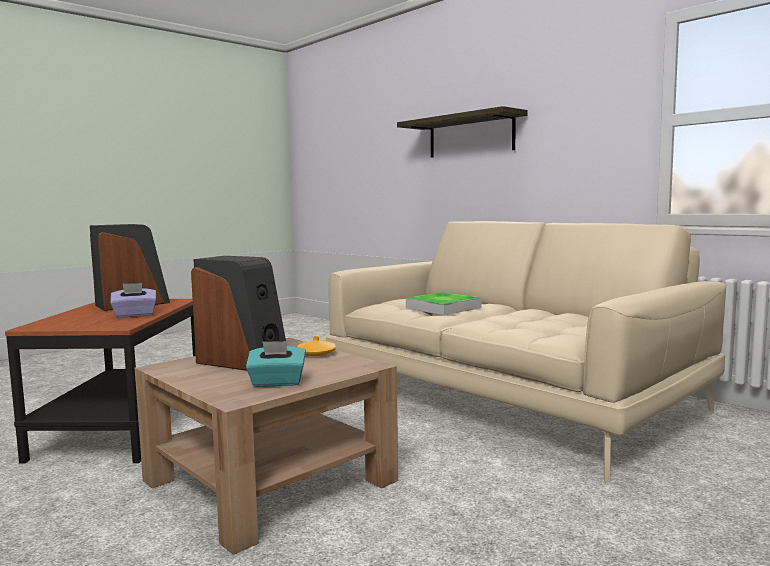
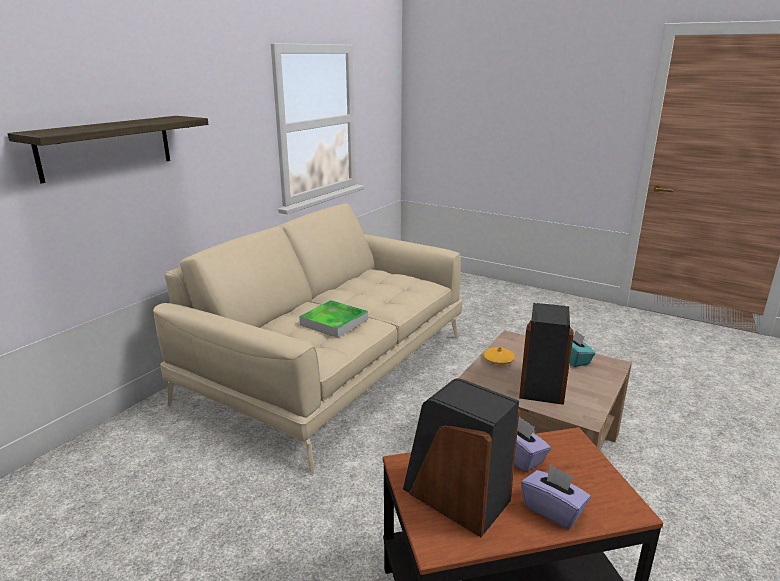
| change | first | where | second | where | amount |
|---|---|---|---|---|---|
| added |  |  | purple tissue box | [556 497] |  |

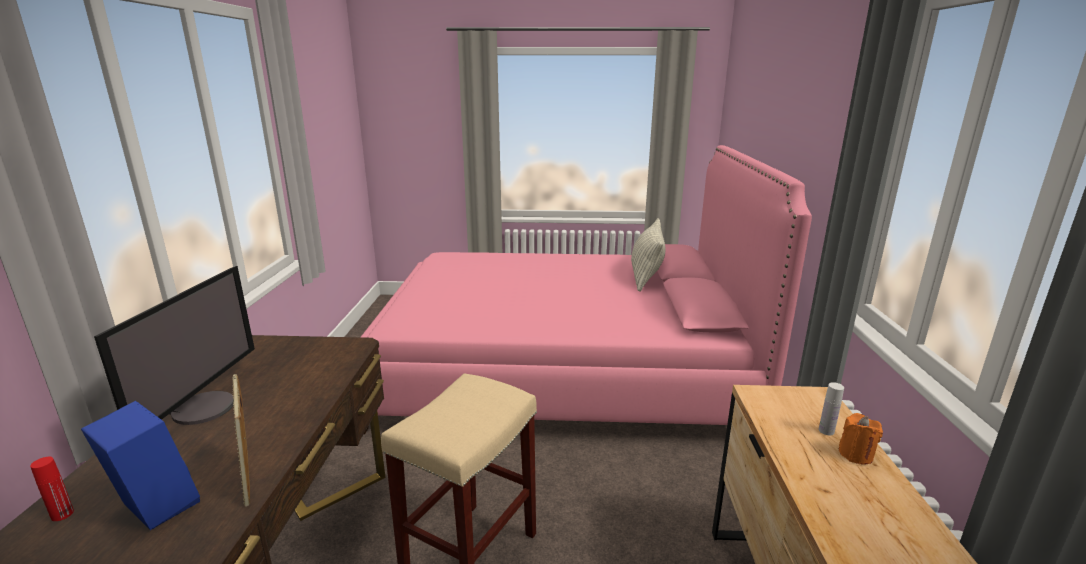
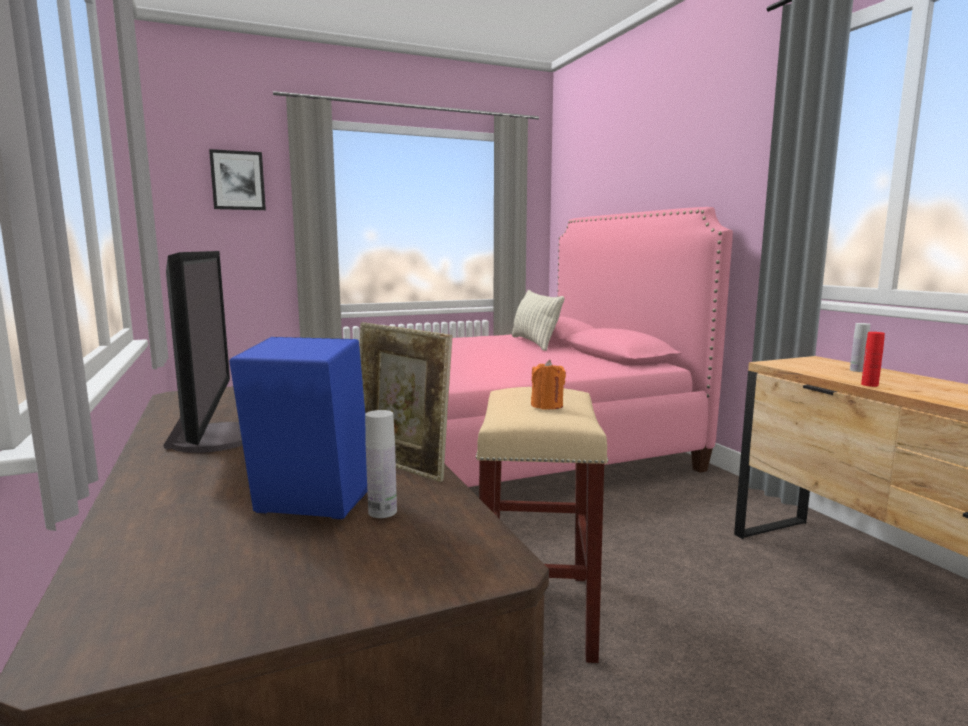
| change | first | where | second | where | amount |
|---|---|---|---|---|---|
| added |  |  | picture | [237 179] |  |
| added |  |  | white bottle | [381 464] |  |
| moved | orange candle | [861 439] |  | [548 384] |  |
| moved | red bottle | [52 489] |  | [873 359] |  |

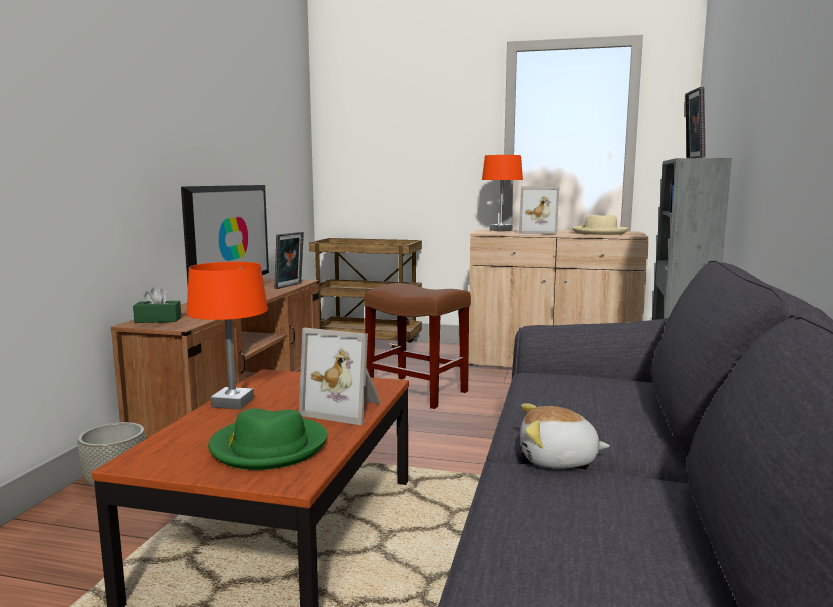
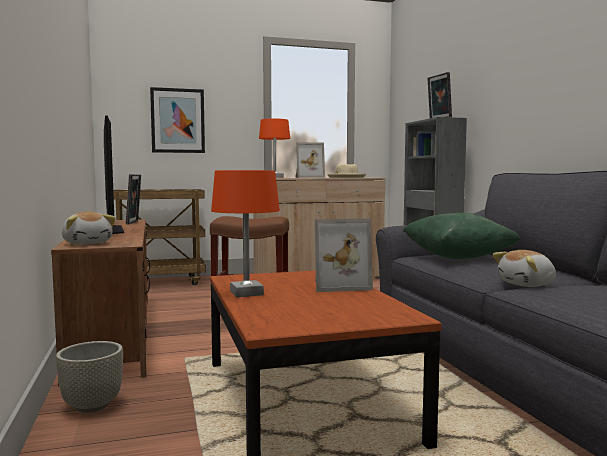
| change | first | where | second | where | amount |
|---|---|---|---|---|---|
| replaced | green tissue box | [157 304] | plush toy | [89 228] |  |
| added |  |  | picture | [177 120] |  |
| added |  |  | green pillow | [461 236] |  |
| removed | green hat | [268 439] |  |  |  |

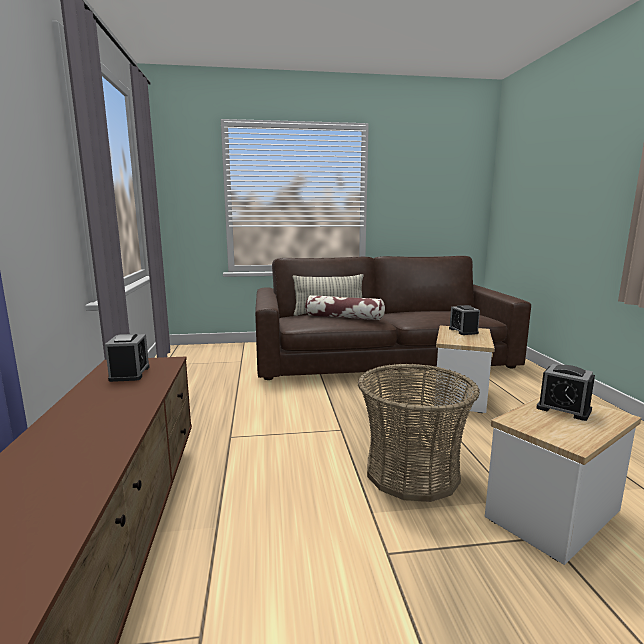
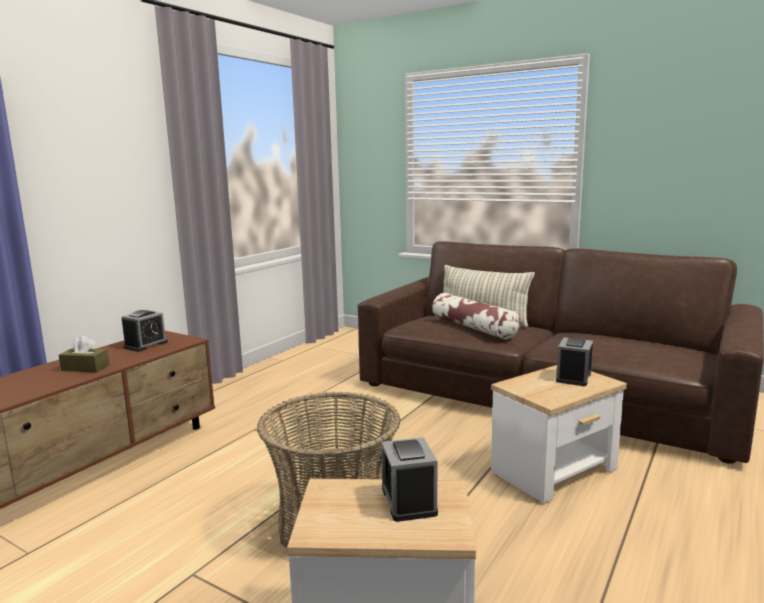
| change | first | where | second | where | amount |
|---|---|---|---|---|---|
| added |  |  | brown tissue box | [84 353] |  |

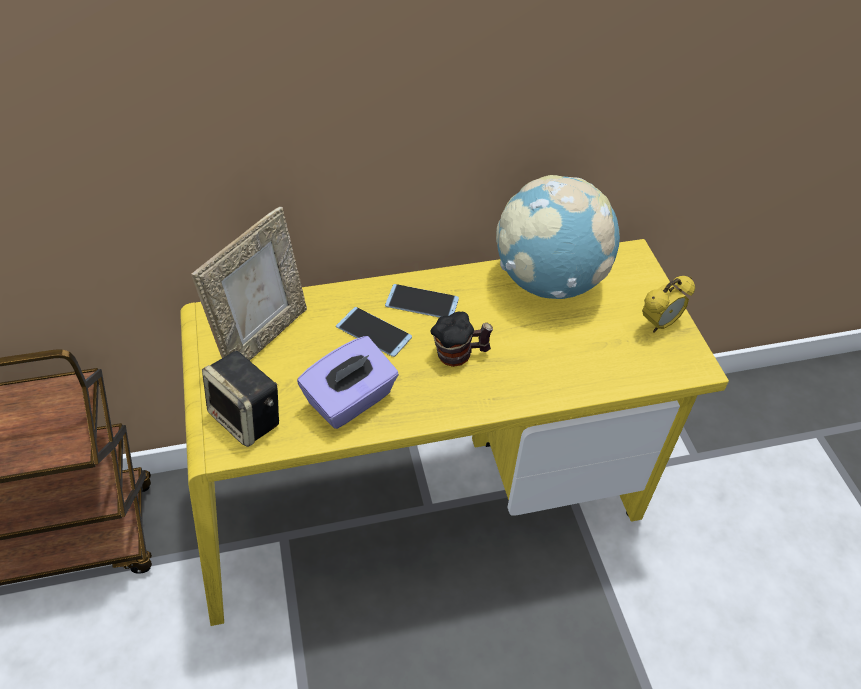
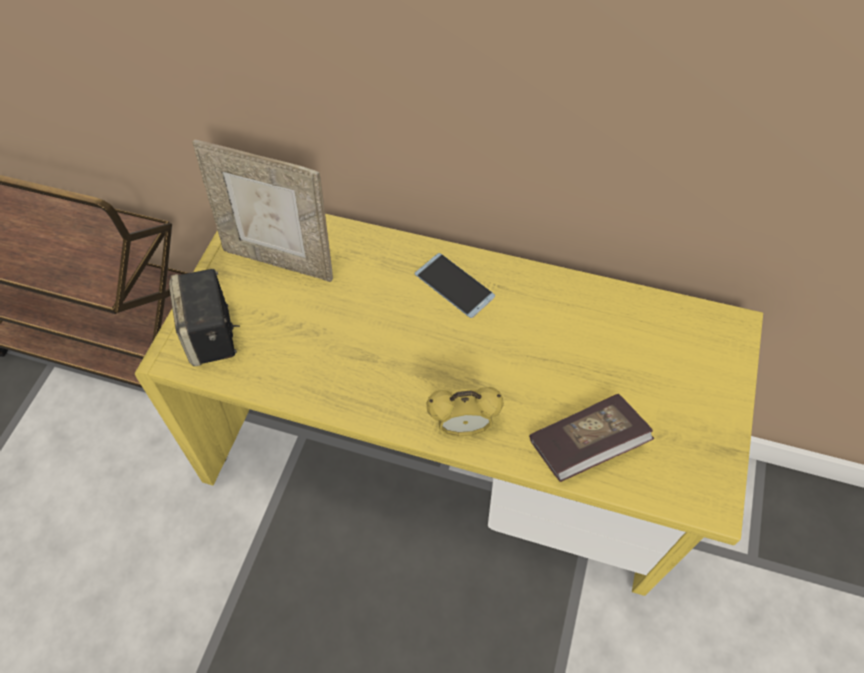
| change | first | where | second | where | amount |
|---|---|---|---|---|---|
| turned | picture frame | [249 284] |  | [262 210] | 45 degrees clockwise |
| moved | alarm clock | [668 304] |  | [465 412] |  |
| added |  |  | book | [592 438] |  |
| removed | purple tissue box | [348 382] |  |  |  |
| removed | phone | [374 332] |  |  |  |
| removed | mug | [461 339] |  |  |  |
| removed | globe | [558 237] |  |  |  |

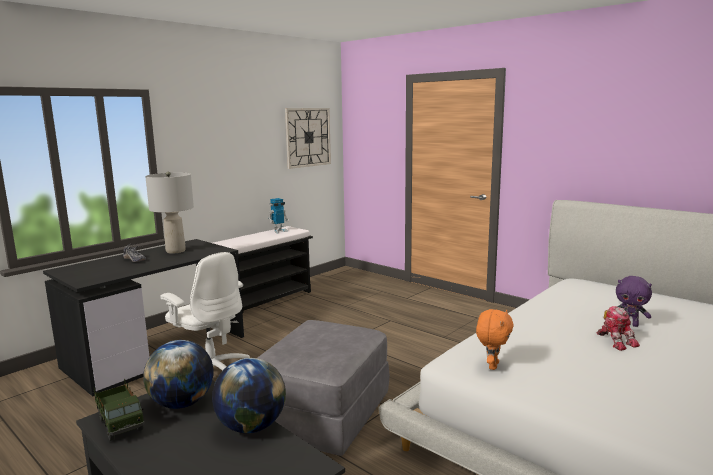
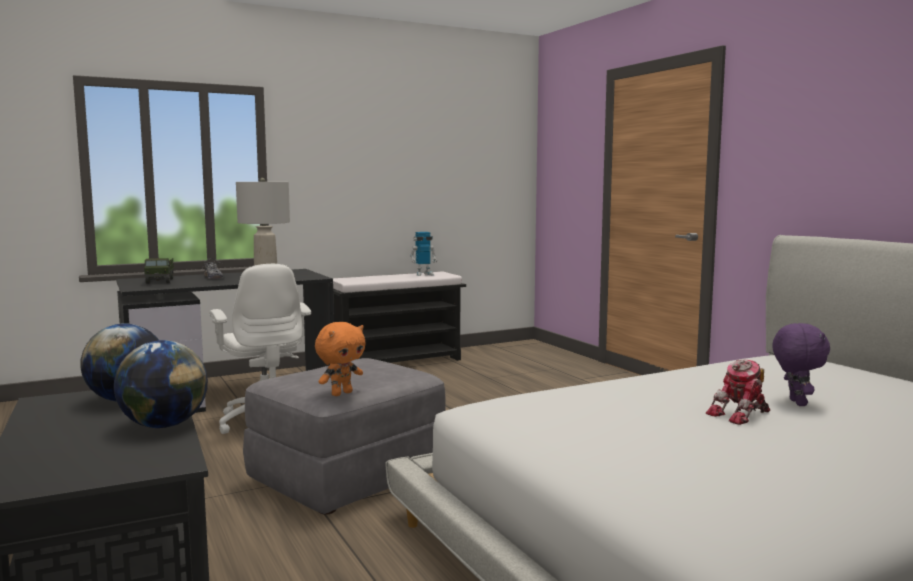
| change | first | where | second | where | amount |
|---|---|---|---|---|---|
| moved | toy truck | [119 410] |  | [159 271] |  |
| moved | orange plush toy | [495 339] |  | [340 359] |  |
| turned | toy robot | [618 328] |  | [738 392] | 60 degrees clockwise |
| turned | purple plush toy | [634 301] |  | [801 364] | 135 degrees counterclockwise |
| removed | wall clock | [308 138] |  |  |  |

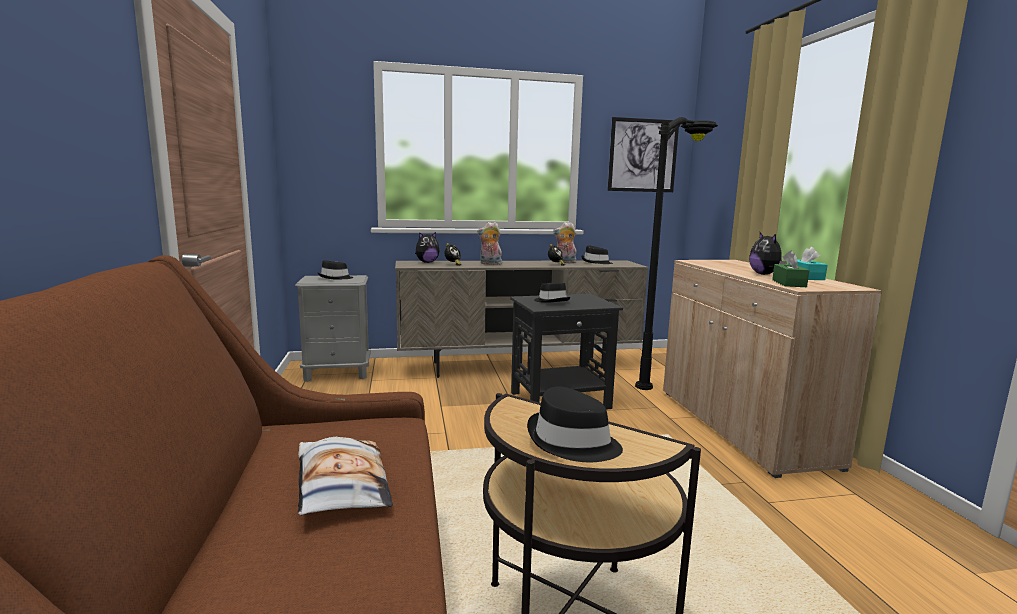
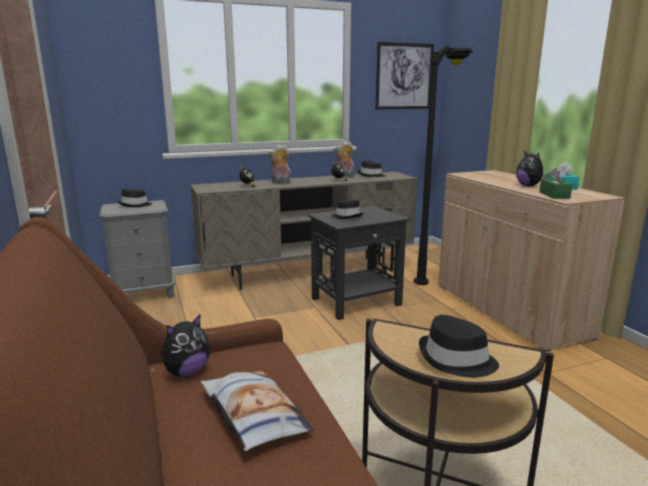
| change | first | where | second | where | amount |
|---|---|---|---|---|---|
| moved | plush toy | [427 247] |  | [185 346] |  |

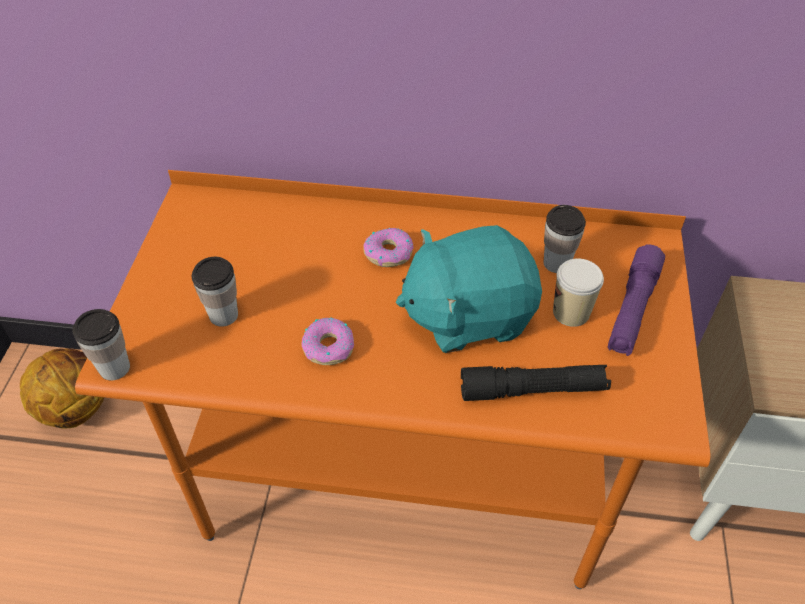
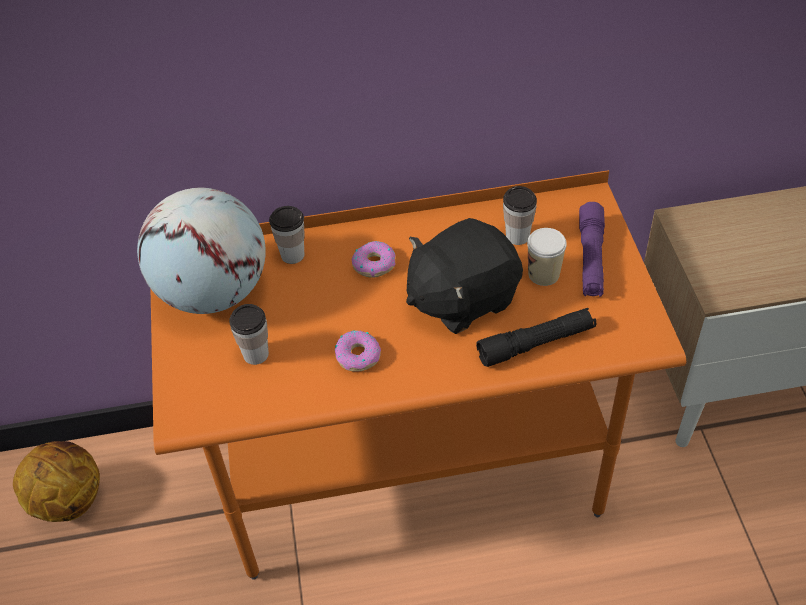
| change | first | where | second | where | amount |
|---|---|---|---|---|---|
| added |  |  | globe | [201 251] |  |
| moved | cup | [101 344] |  | [287 235] |  |
| recoloured | turquoise plush toy | [469 289] | black plush toy | [464 276] |  |

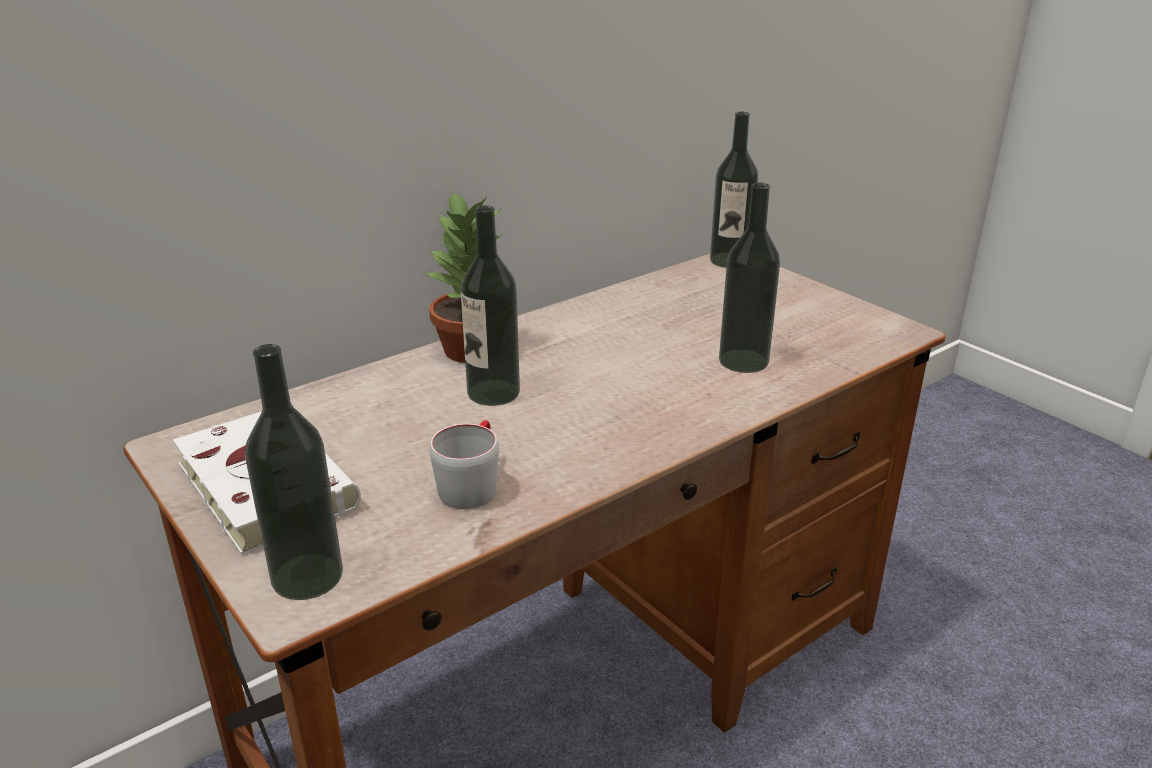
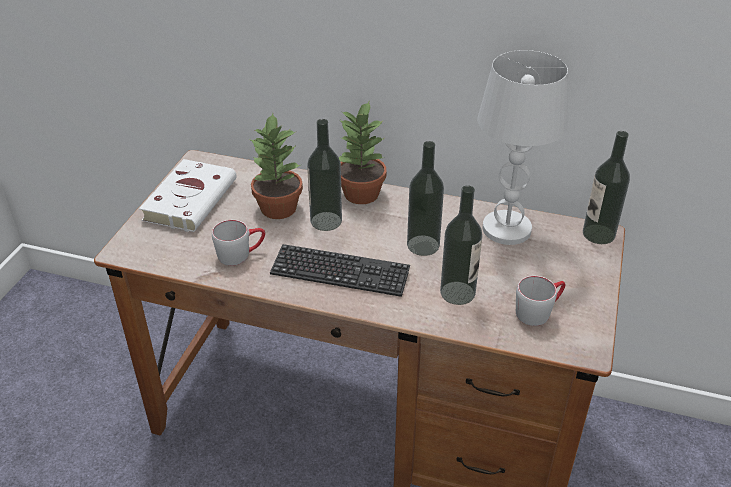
| change | first | where | second | where | amount |
|---|---|---|---|---|---|
| added |  |  | potted plant | [277 166] |  |
| added |  |  | keyboard | [340 270] |  |
| moved | bottle | [294 472] |  | [425 198] |  |
| added |  |  | white table lamp | [523 147] |  |
| added |  |  | grey mug | [540 301] |  |

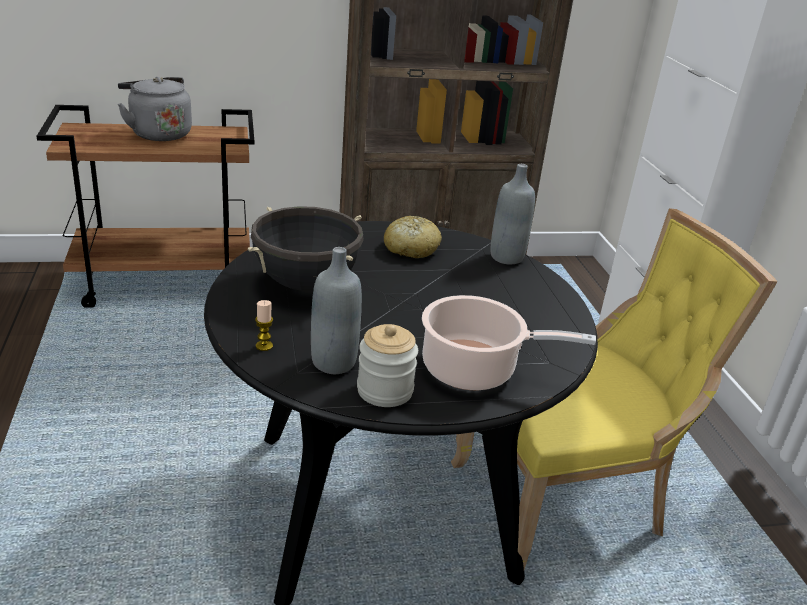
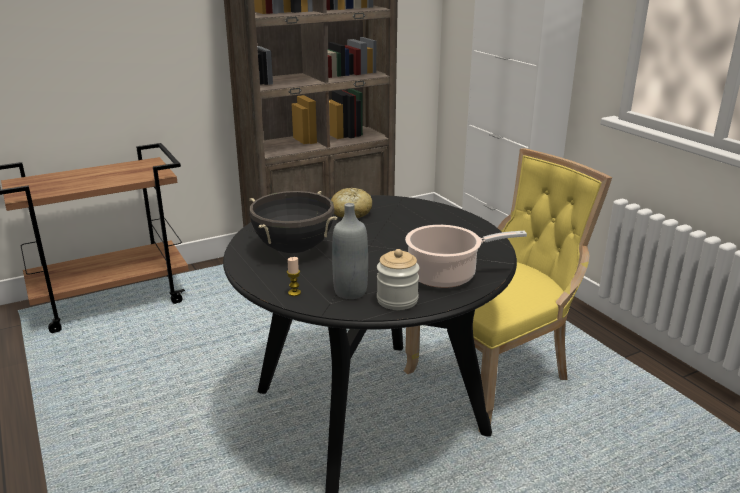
| change | first | where | second | where | amount |
|---|---|---|---|---|---|
| removed | grey kettle | [155 109] |  |  |  |
| removed | grey bottle | [513 214] |  |  |  |

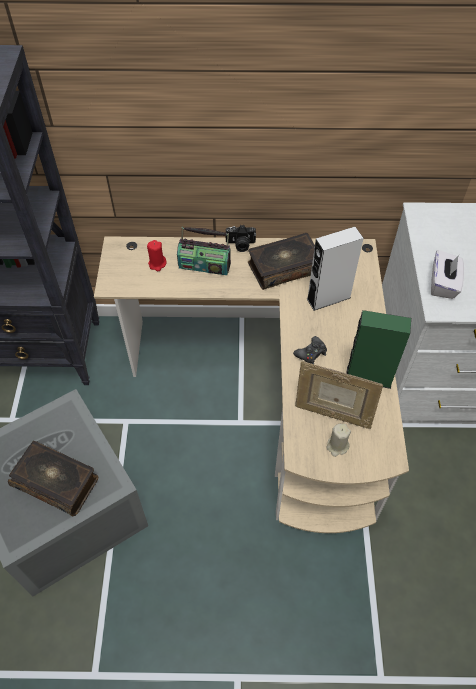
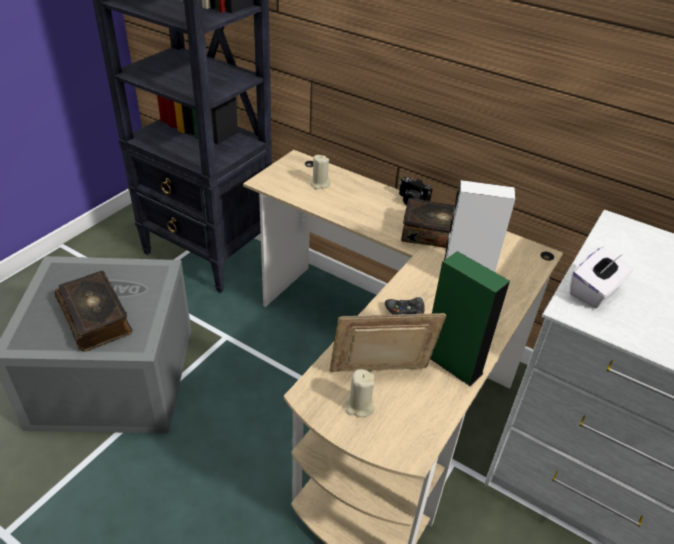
| change | first | where | second | where | amount |
|---|---|---|---|---|---|
| recoloured | red candle | [157 255] | beige candle | [320 172] |  |
| turned | picture frame | [339 395] |  | [387 342] | 120 degrees clockwise |
| removed | radio | [204 251] |  |  |  |

